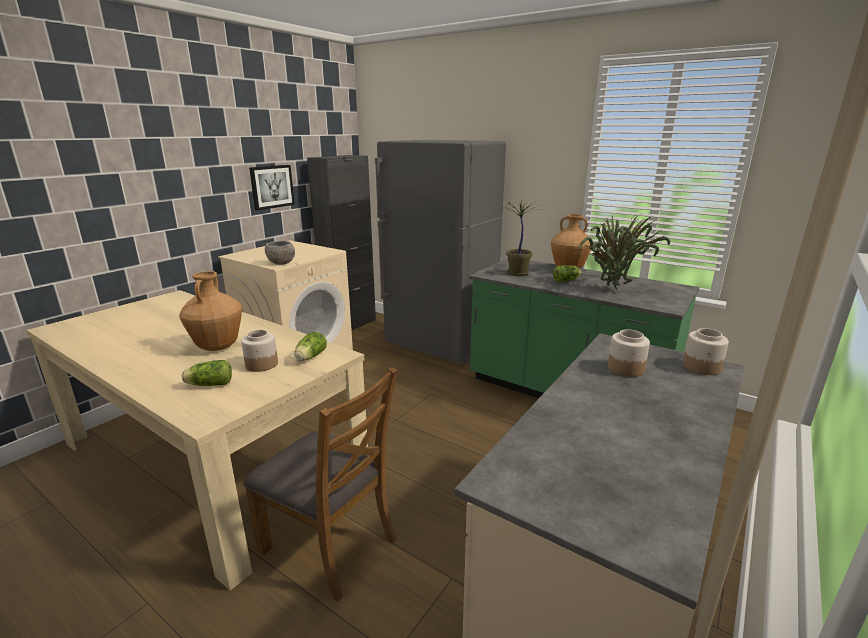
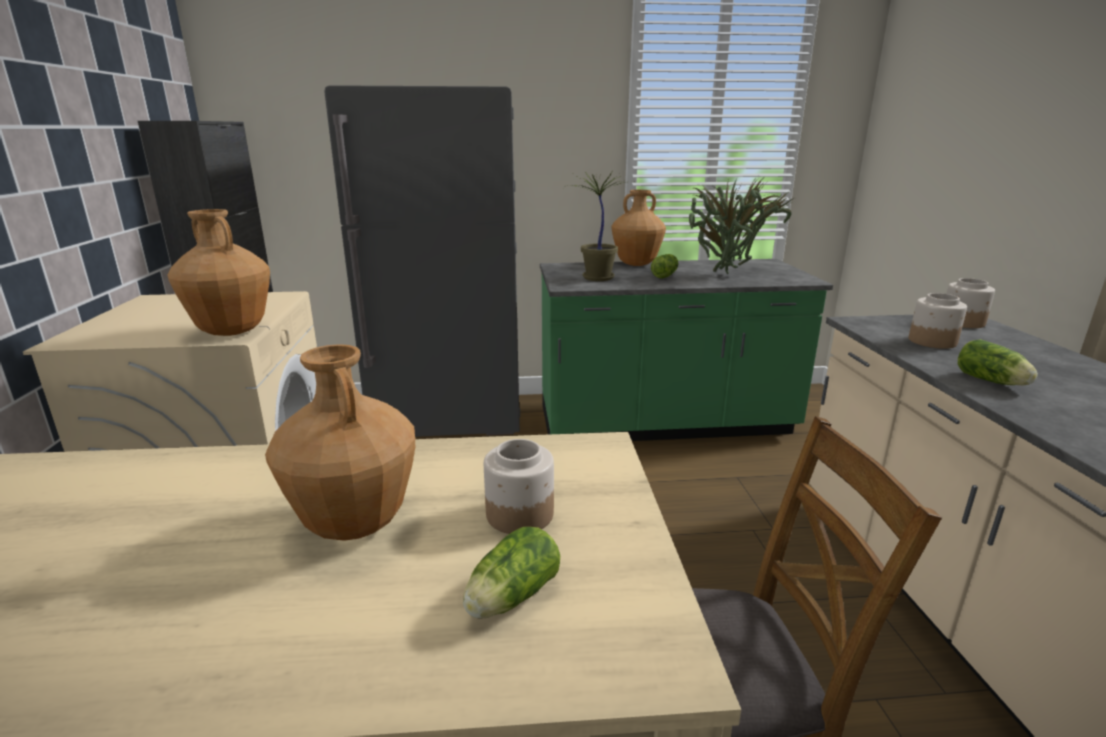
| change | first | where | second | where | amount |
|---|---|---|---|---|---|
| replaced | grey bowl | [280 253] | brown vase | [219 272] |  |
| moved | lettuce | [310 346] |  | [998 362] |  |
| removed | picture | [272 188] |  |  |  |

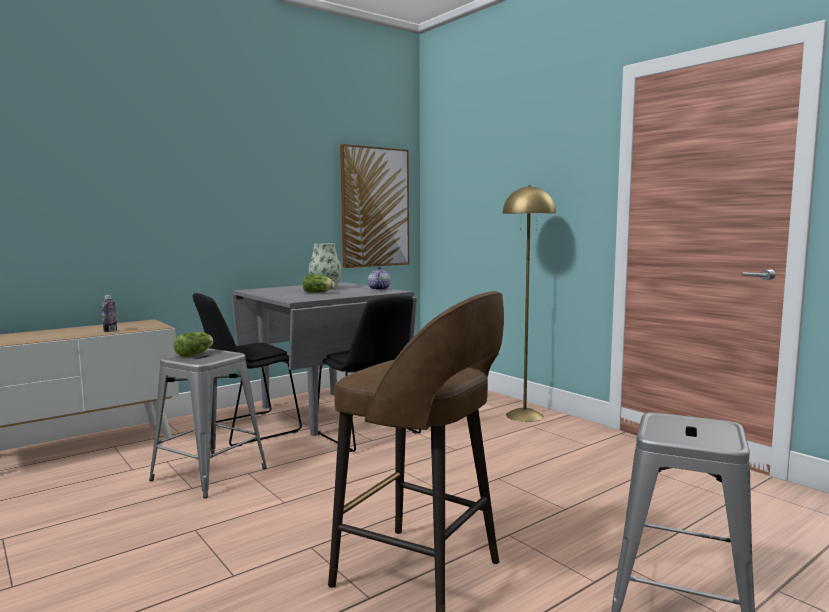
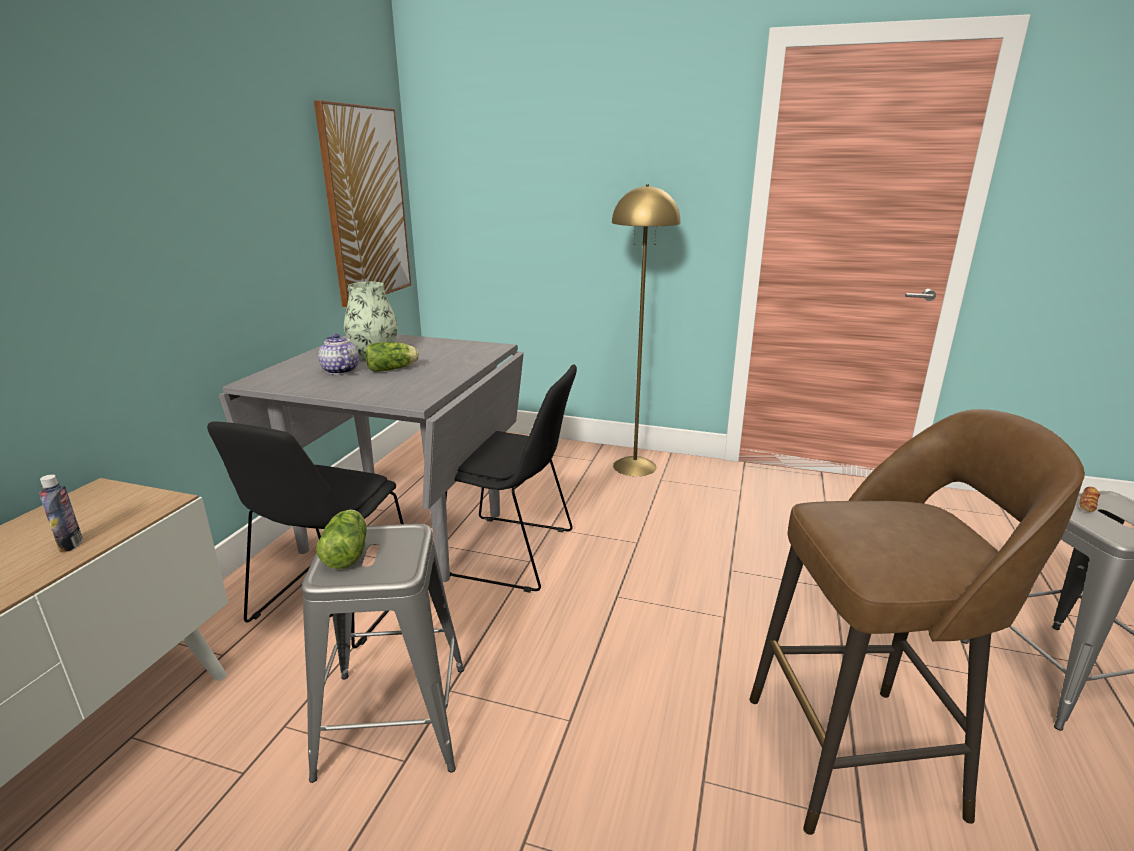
| change | first | where | second | where | amount |
|---|---|---|---|---|---|
| moved | teapot | [379 278] |  | [338 354] |  |
| added |  |  | bread | [1089 499] |  |

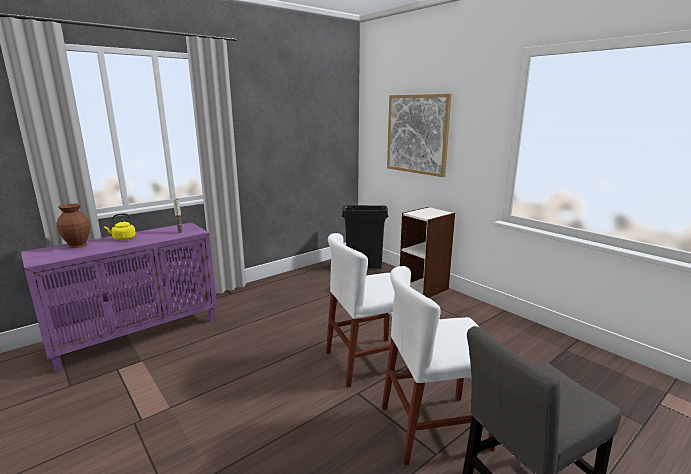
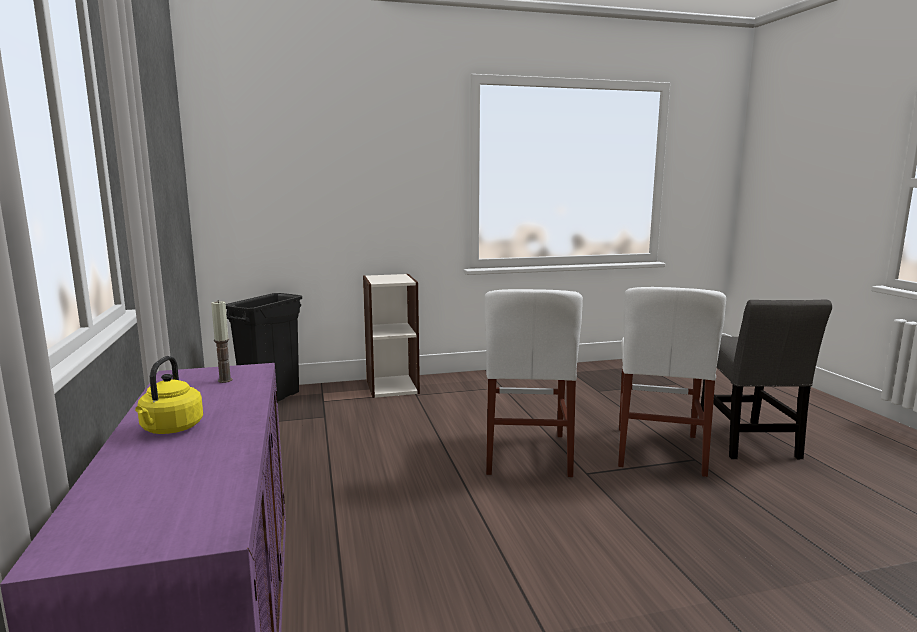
| change | first | where | second | where | amount |
|---|---|---|---|---|---|
| removed | brown vase | [73 226] |  |  |  |
| removed | picture | [419 135] |  |  |  |

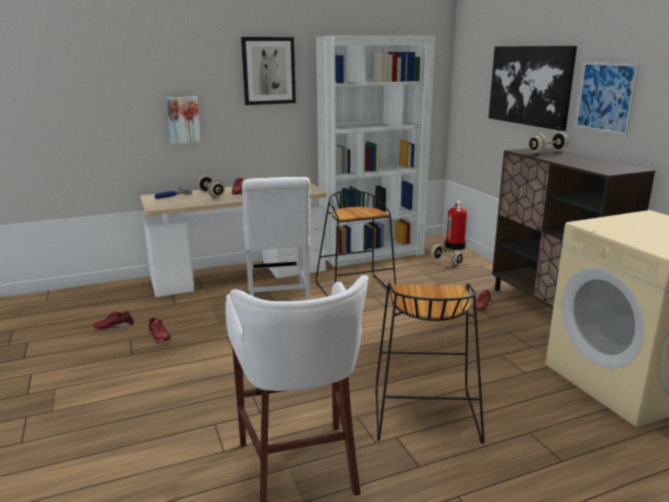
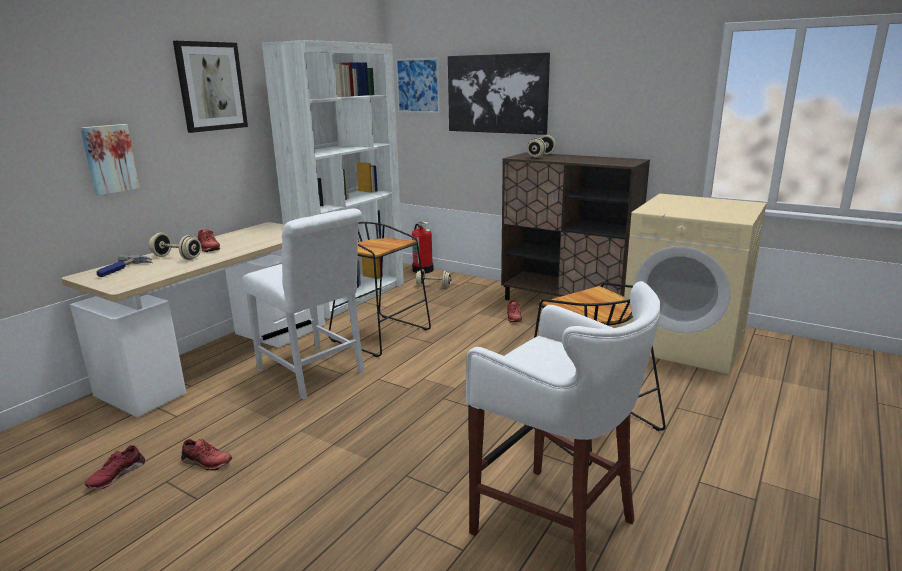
| change | first | where | second | where | amount |
|---|---|---|---|---|---|
| moved | picture | [607 98] |  | [418 85] |  |

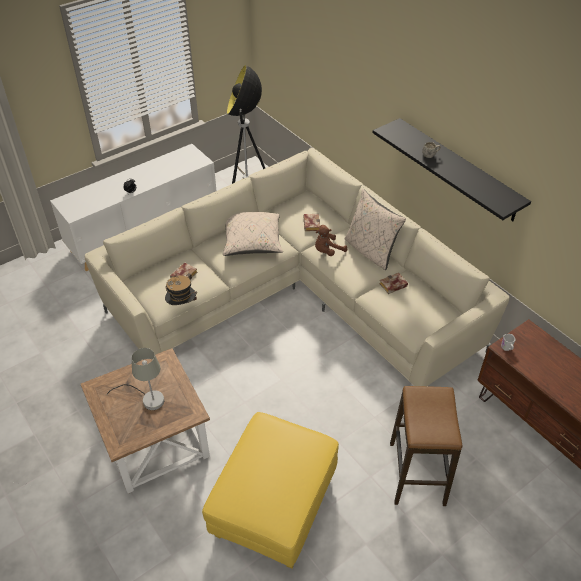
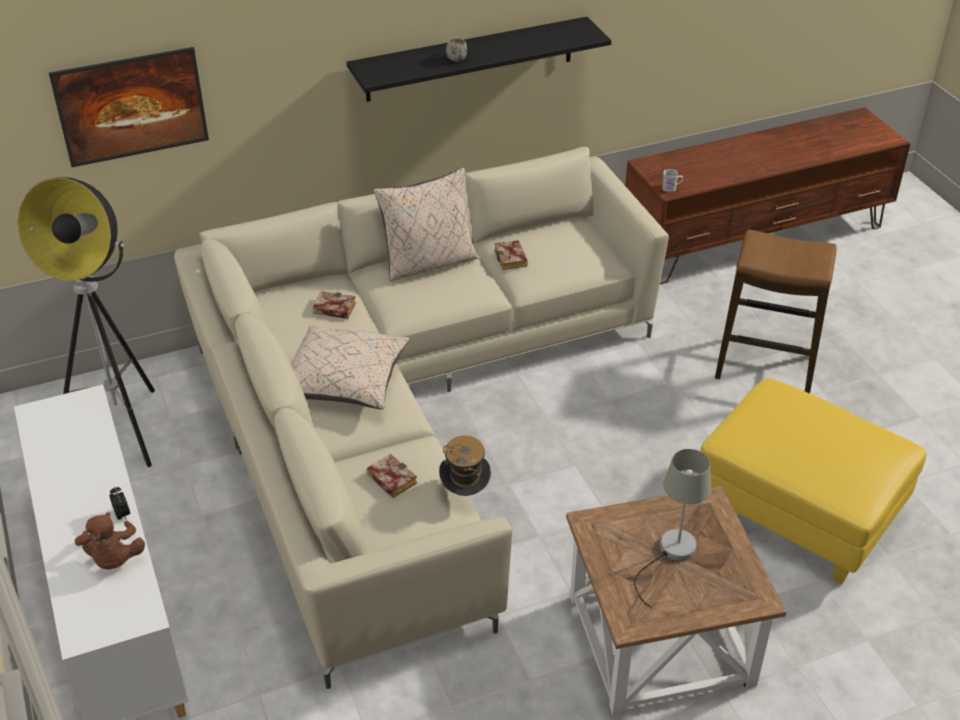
| change | first | where | second | where | amount |
|---|---|---|---|---|---|
| added |  |  | picture | [129 107] |  |
| moved | brown plush toy | [331 240] |  | [110 540] |  |

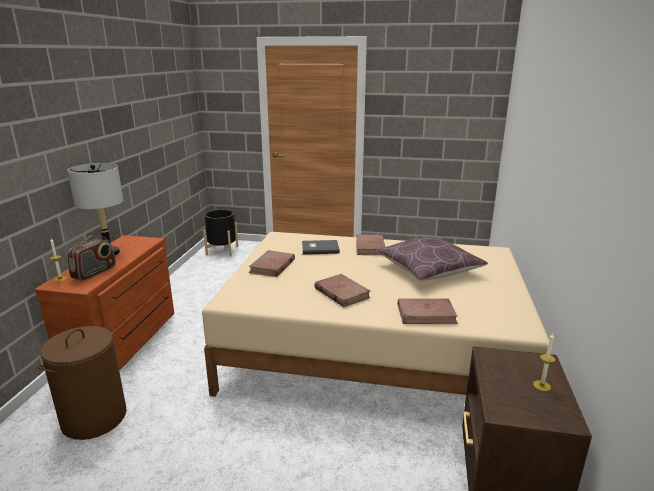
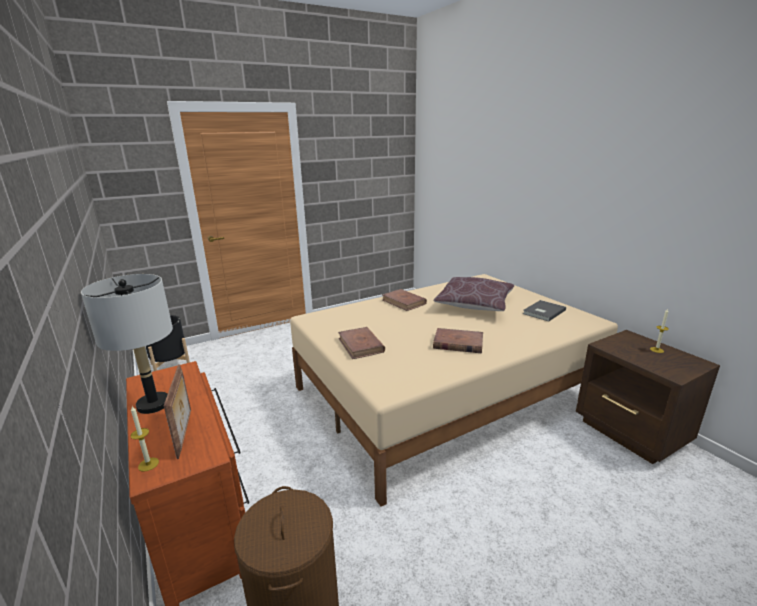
| change | first | where | second | where | amount |
|---|---|---|---|---|---|
| replaced | radio | [91 258] | picture frame | [177 411] |  |
| moved | grey book | [321 247] |  | [544 310] |  |
| removed | brown book | [428 311] |  |  |  |

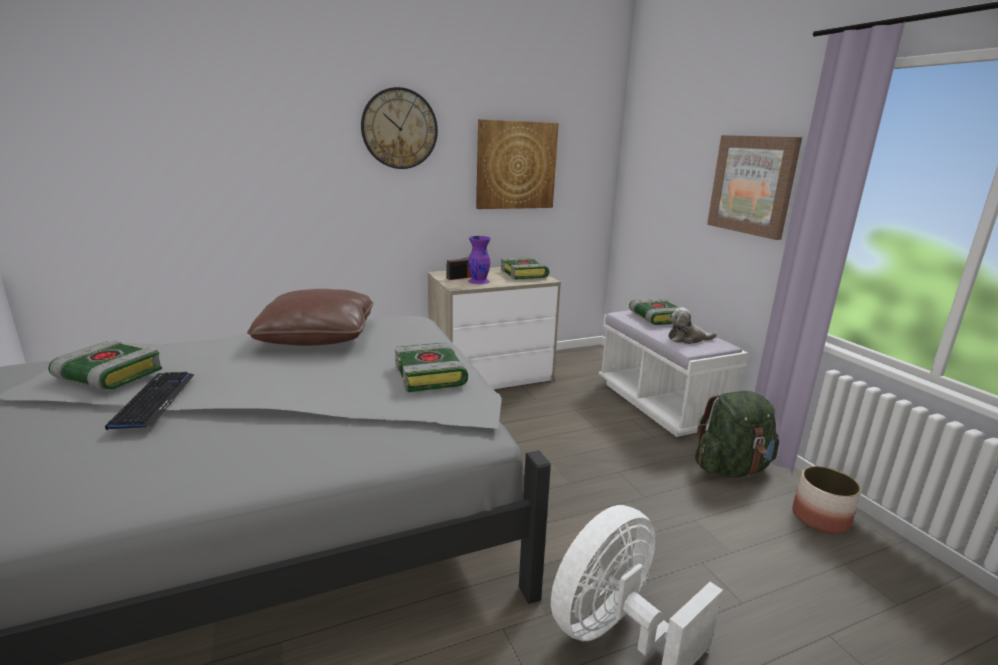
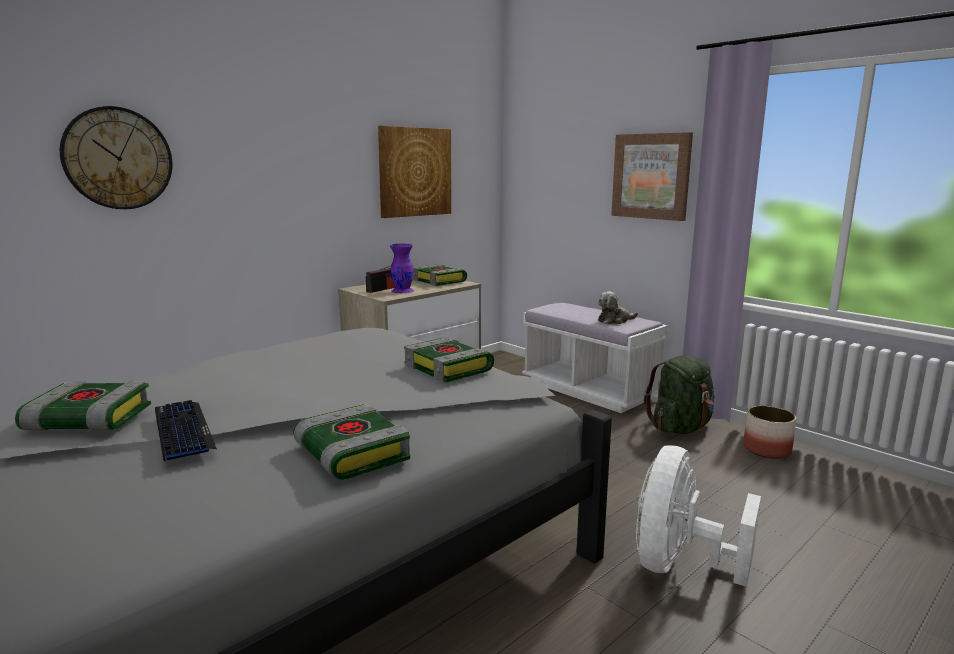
| change | first | where | second | where | amount |
|---|---|---|---|---|---|
| moved | wall clock | [399 128] |  | [116 157] |  |
| moved | book | [654 311] |  | [351 442] |  |
| removed | brown pillow | [310 317] |  |  |  |

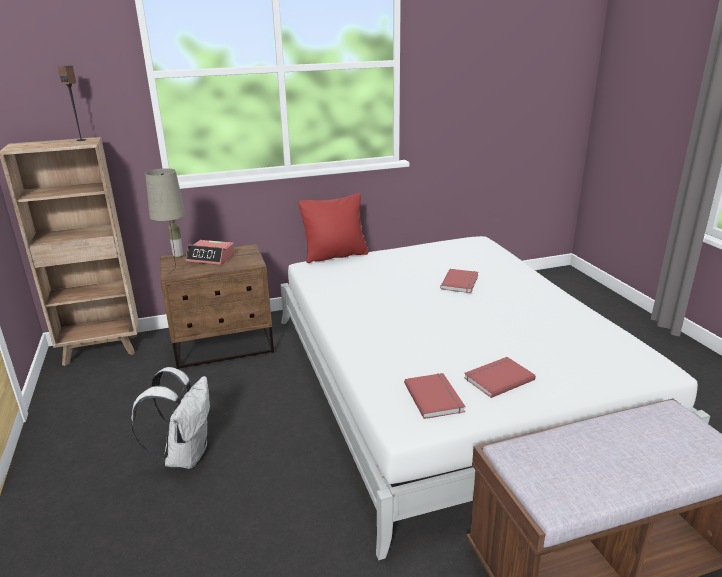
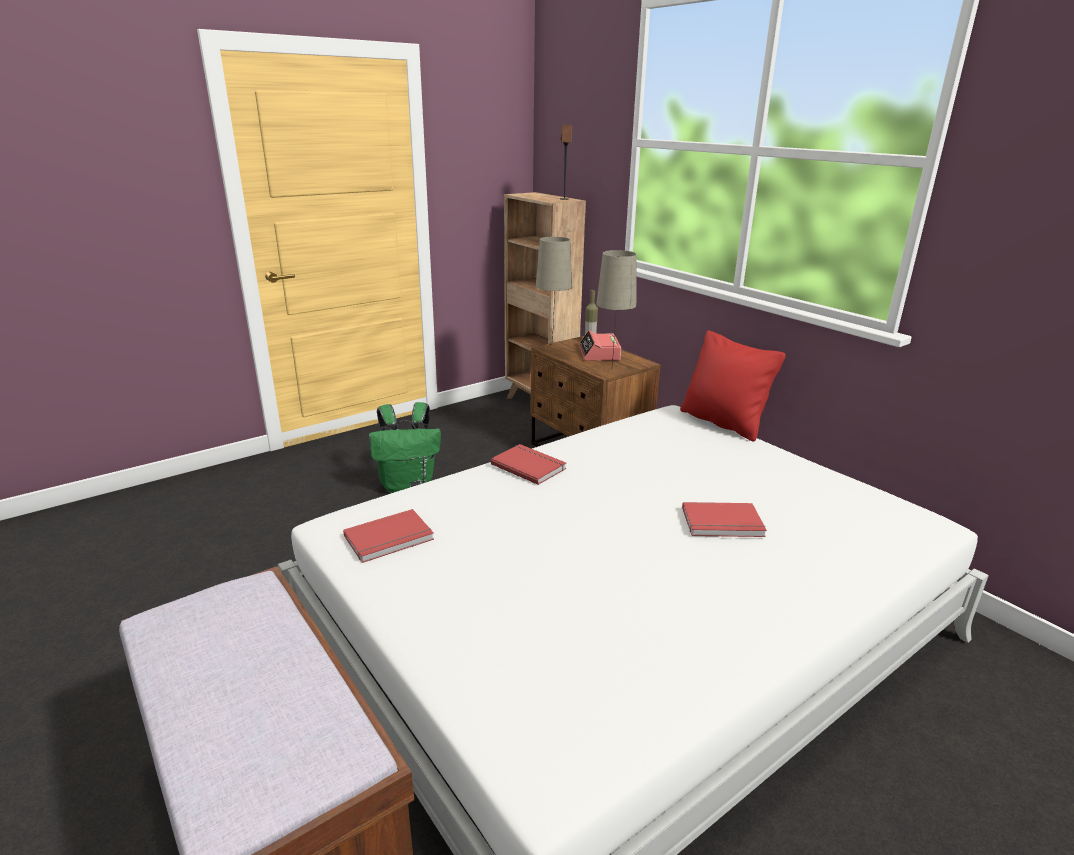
| change | first | where | second | where | amount |
|---|---|---|---|---|---|
| recoloured | white backpack | [170 418] | green backpack | [405 447] |  |
| moved | red book | [500 377] |  | [528 464] |  |
| added |  |  | beige table lamp | [616 308] |  |

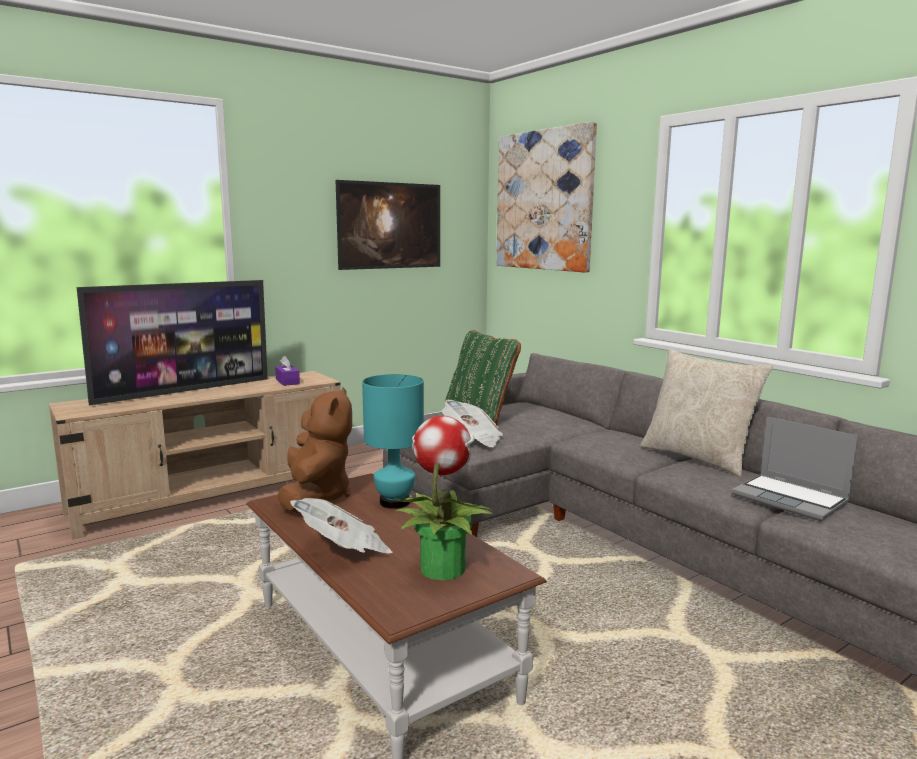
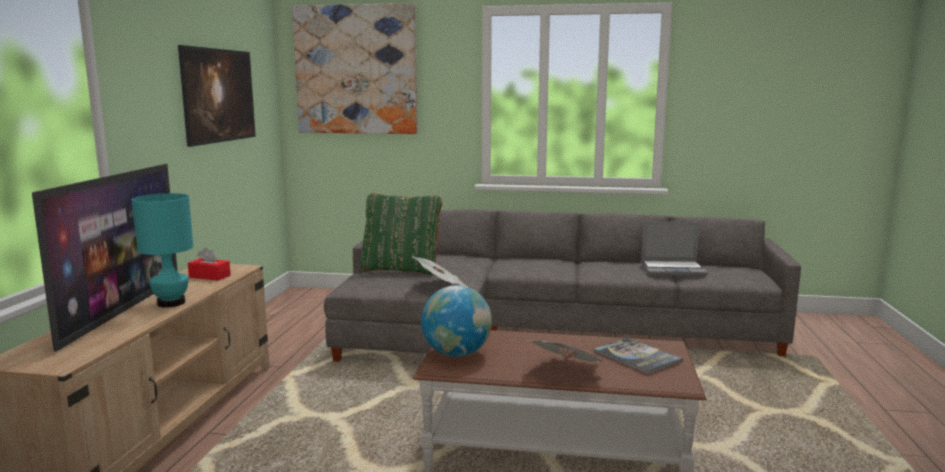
| change | first | where | second | where | amount |
|---|---|---|---|---|---|
| moved | turquoise table lamp | [393 441] |  | [162 250] |  |
| recoloured | purple tissue box | [287 371] | red tissue box | [209 264] |  |
| replaced | brown plush toy | [314 450] | globe | [456 321] |  |
| replaced | potted plant | [444 498] | book | [638 356] |  |
| removed | beige pillow | [706 413] |  |  |  |

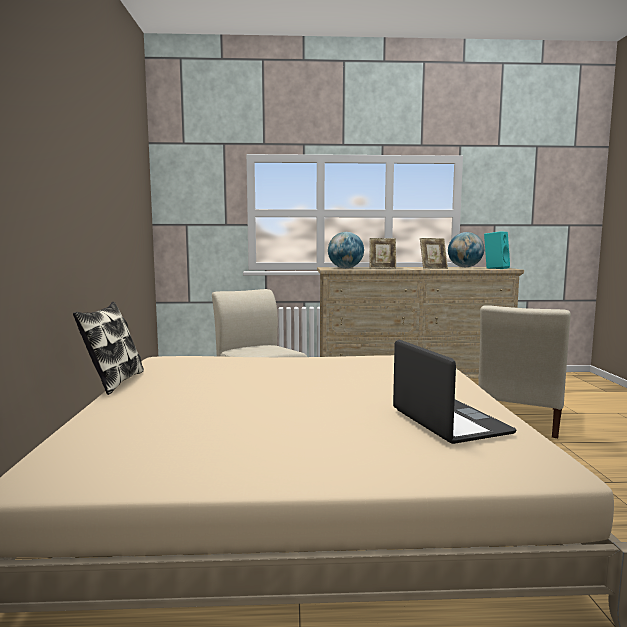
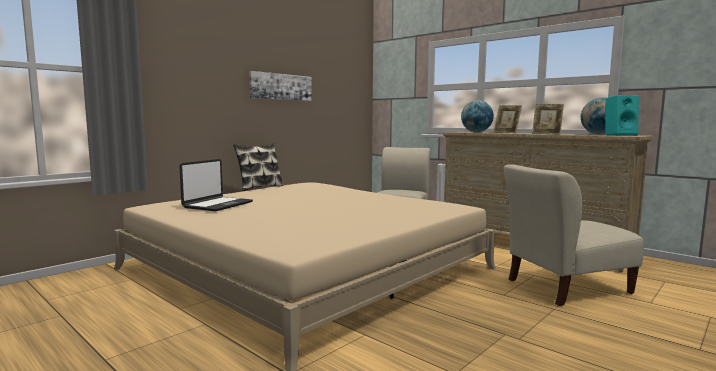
| change | first | where | second | where | amount |
|---|---|---|---|---|---|
| moved | laptop | [455 391] |  | [216 185] |  |
| added |  |  | picture | [280 86] |  |

